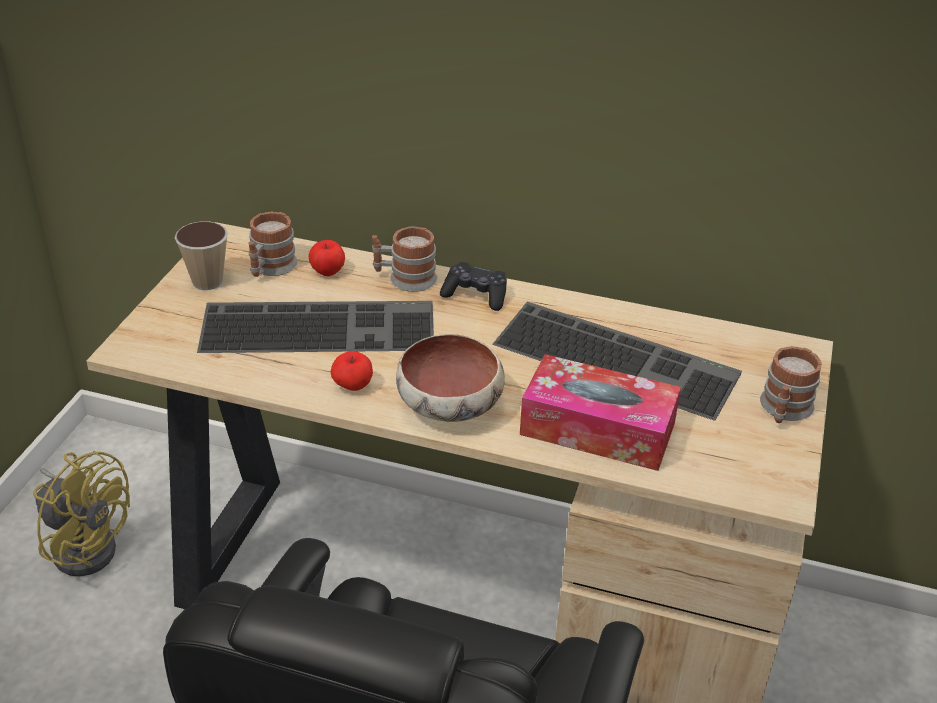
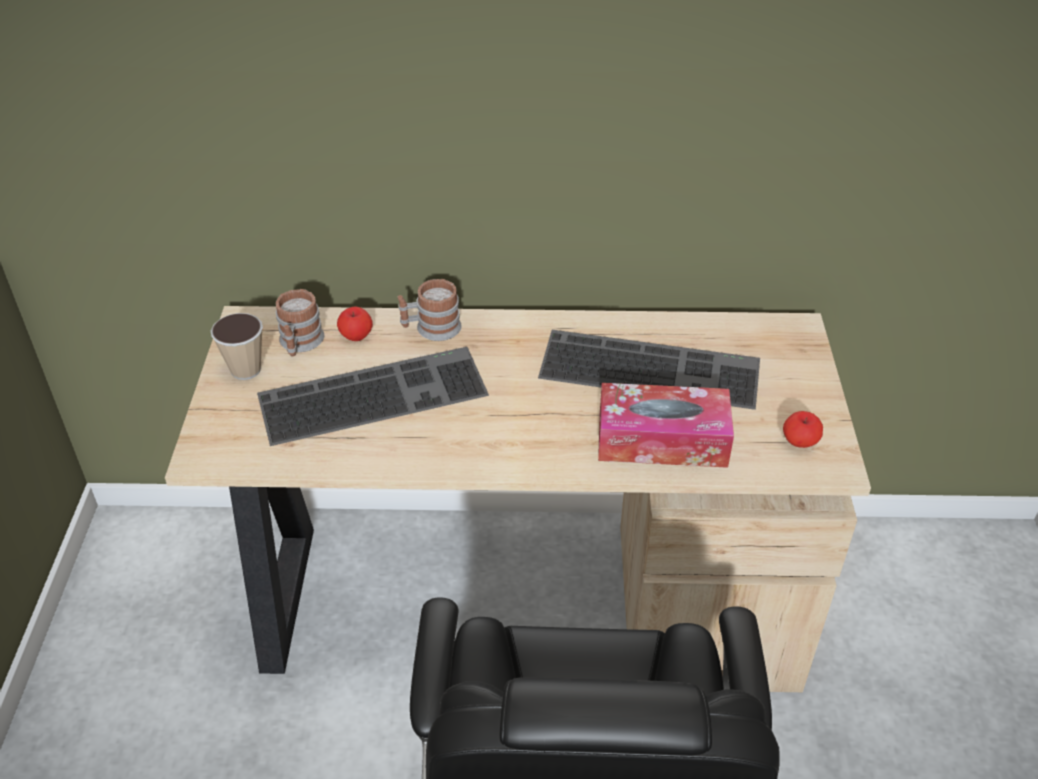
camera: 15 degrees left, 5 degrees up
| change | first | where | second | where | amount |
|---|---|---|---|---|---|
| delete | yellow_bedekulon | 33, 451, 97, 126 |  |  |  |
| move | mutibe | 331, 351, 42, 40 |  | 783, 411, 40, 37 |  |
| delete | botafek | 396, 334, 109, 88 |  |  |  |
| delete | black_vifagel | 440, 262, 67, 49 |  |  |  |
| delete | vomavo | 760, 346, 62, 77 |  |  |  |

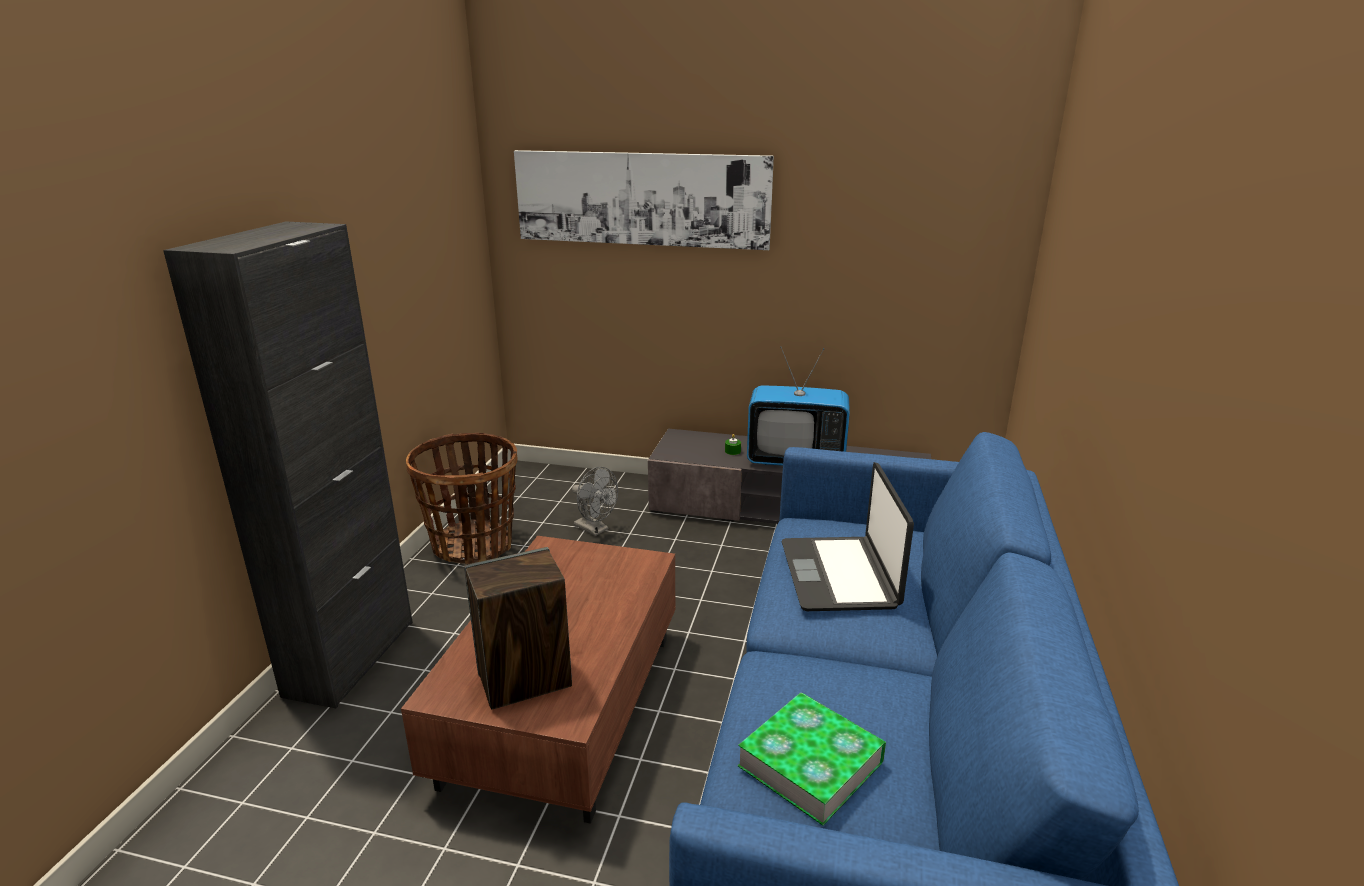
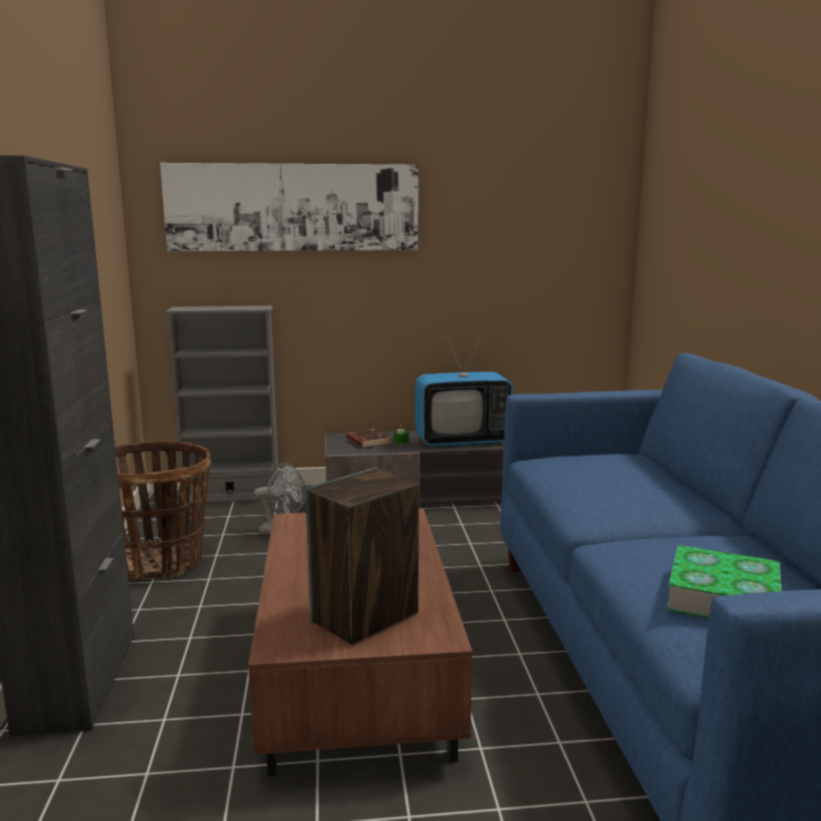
camera: 20 degrees left, 10 degrees down
| change | first | where | second | where | amount |
|---|---|---|---|---|---|
| delete | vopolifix | 782, 462, 132, 149 |  |  |  |
| insert |  |  | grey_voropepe | 165, 306, 114, 198 |  |
| insert |  |  | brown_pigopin | 347, 429, 43, 19 |  |

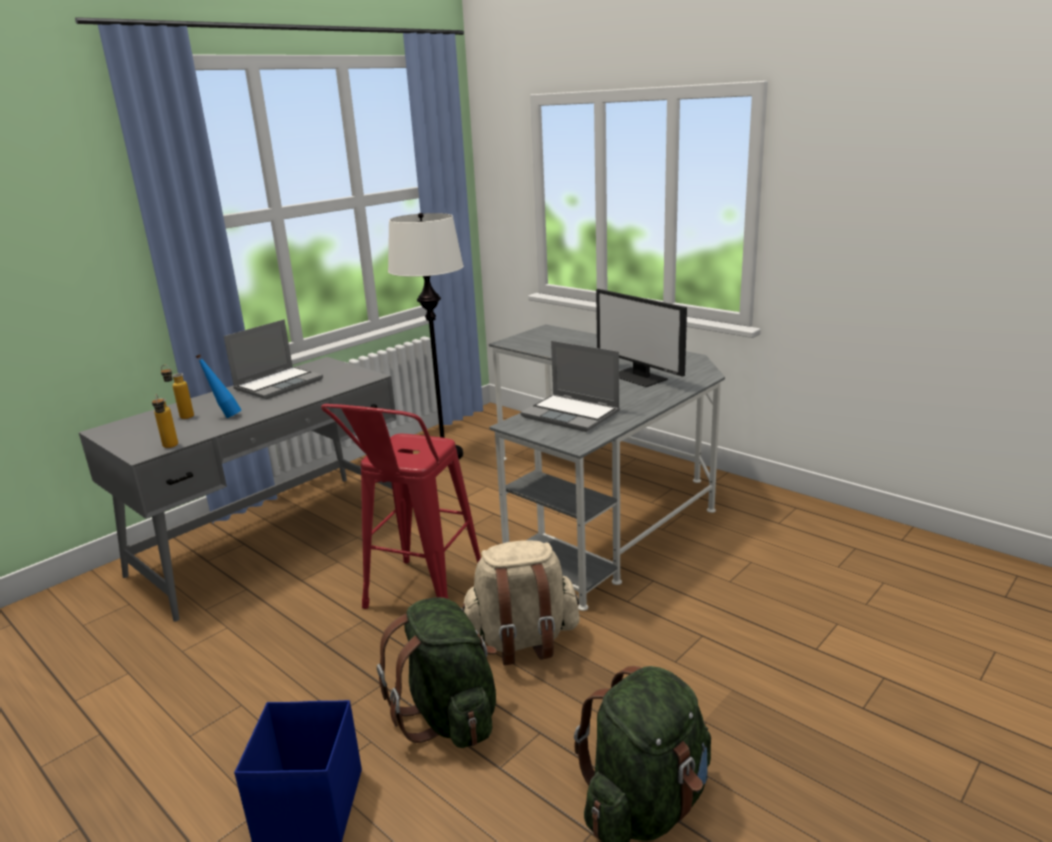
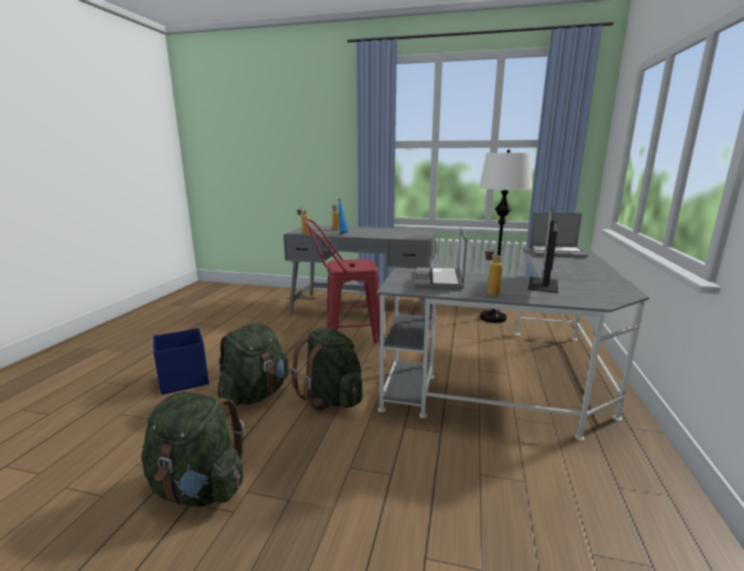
camera: 60 degrees right, 5 degrees down
| change | first | where | second | where | amount |
|---|---|---|---|---|---|
| move | vopolifix | 224, 319, 99, 80 |  | 529, 212, 59, 46 |  |
| recolor | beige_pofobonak | 462, 540, 118, 125 | green_pofobonak | 290, 328, 73, 82 |  |
| insert |  |  | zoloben | 485, 245, 17, 51 |  |

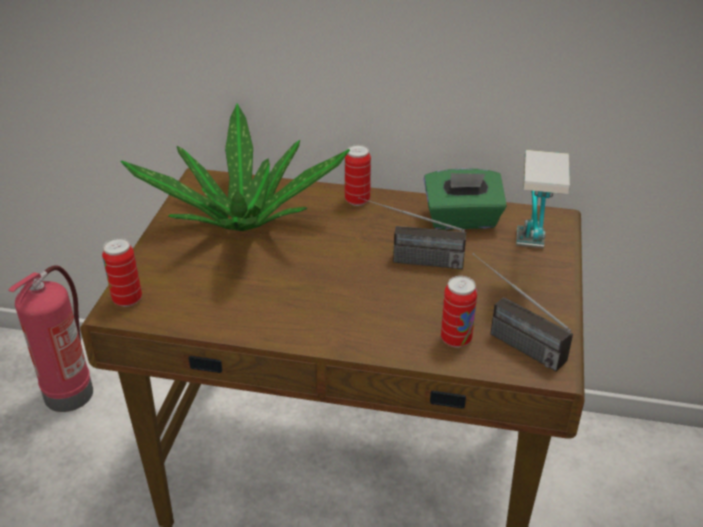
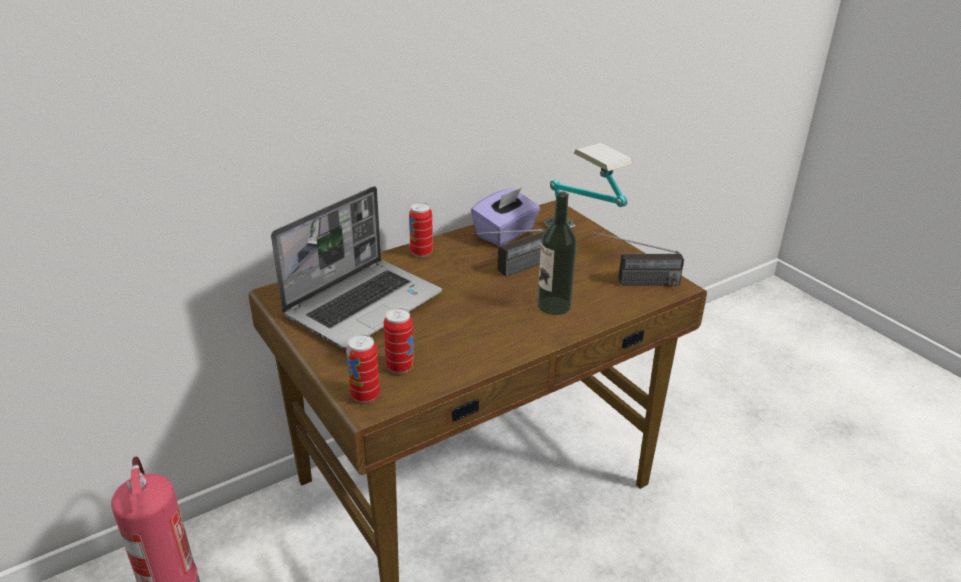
camera: 45 degrees left, 5 degrees down
| change | first | where | second | where | amount |
|---|---|---|---|---|---|
| replace | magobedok | 121, 103, 229, 128 | vopolifix | 271, 186, 171, 163 |  |
| recolor | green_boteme | 424, 168, 83, 62 | purple_boteme | 471, 188, 69, 58 |  |
| move | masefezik | 441, 276, 36, 72 |  | 384, 308, 30, 66 |  |
| insert |  |  | zoloben | 537, 192, 40, 123 |  |

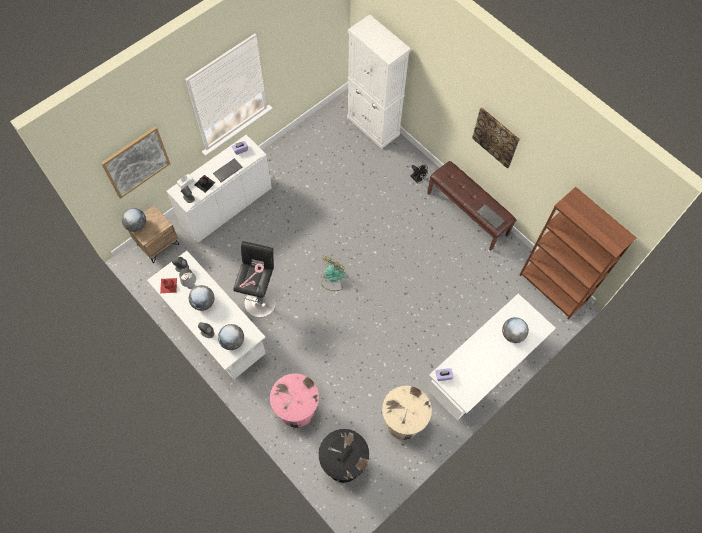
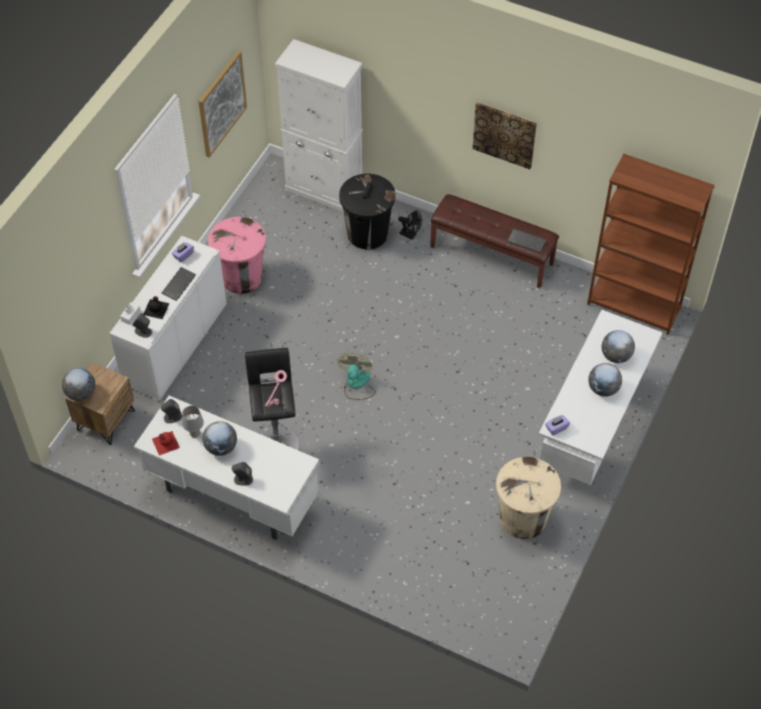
camera: 20 degrees left, 10 degrees down
| change | first | where | second | where | amount |
|---|---|---|---|---|---|
| move | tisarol | 101, 126, 69, 73 |  | 198, 51, 49, 107 |  |
| move | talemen | 218, 324, 26, 26 |  | 588, 363, 34, 34 |  |
| move | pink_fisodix | 270, 373, 49, 55 |  | 208, 217, 58, 77 |  |
| move | black_fisodix | 319, 429, 50, 54 |  | 339, 174, 57, 75 |  |

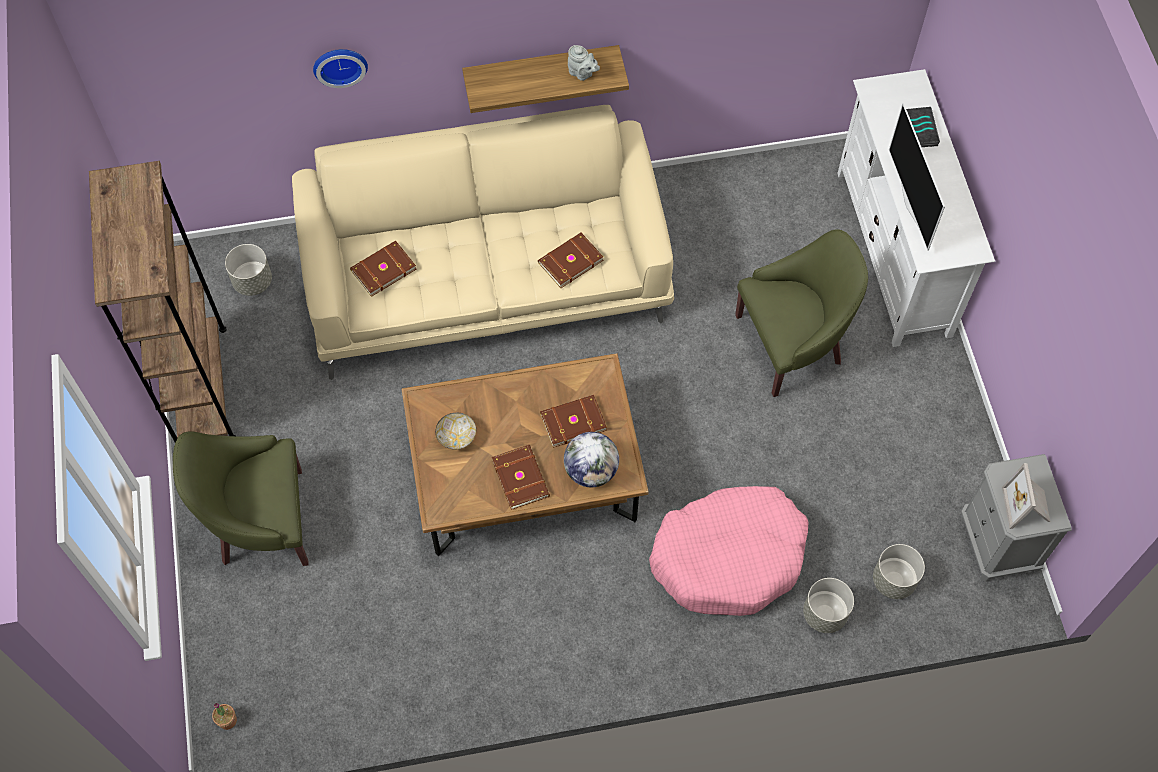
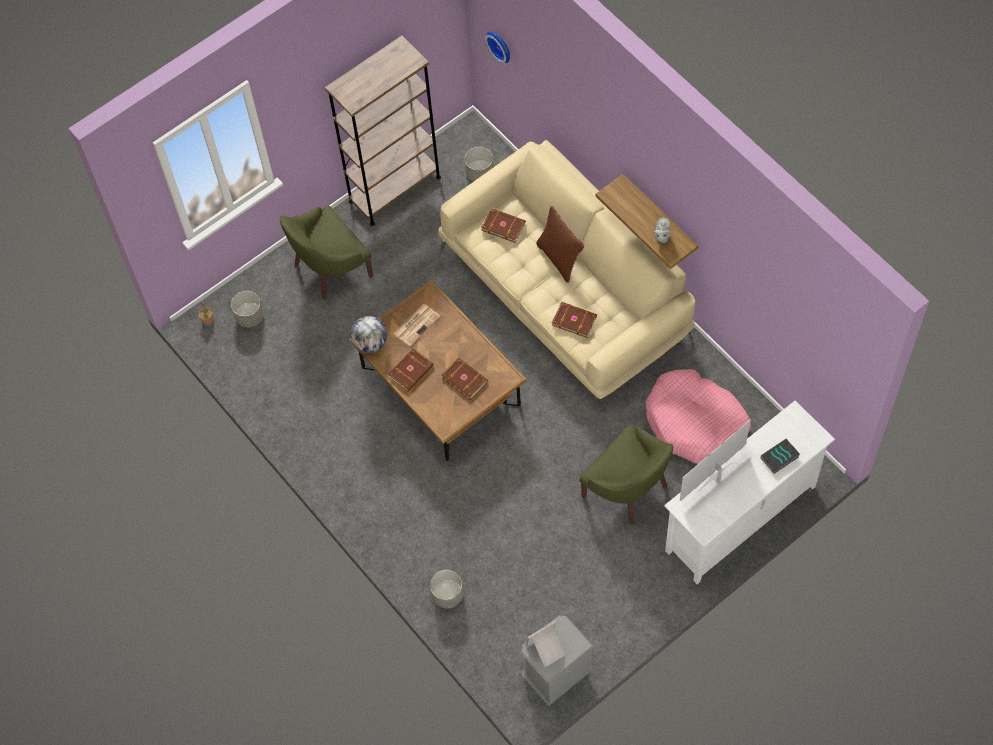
camera: 65 degrees right, 0 degrees up
| change | first | where | second | where | amount |
|---|---|---|---|---|---|
| rotate | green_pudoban | 173, 431, 136, 135 |  | 280, 206, 93, 94 | 90 degrees counterclockwise |
| move | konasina | 313, 49, 55, 39 |  | 485, 32, 25, 31 |  |
| replace | botafek | 435, 413, 42, 37 | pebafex | 394, 304, 46, 42 |  |
| move | talemen | 564, 432, 55, 55 |  | 350, 316, 37, 37 |  |
| move | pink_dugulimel | 649, 486, 160, 130 |  | 646, 369, 105, 95 |  |
| move | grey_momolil | 873, 544, 52, 55 |  | 231, 291, 33, 36 |  |
| insert |  |  | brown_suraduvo | 536, 206, 48, 77 |  |

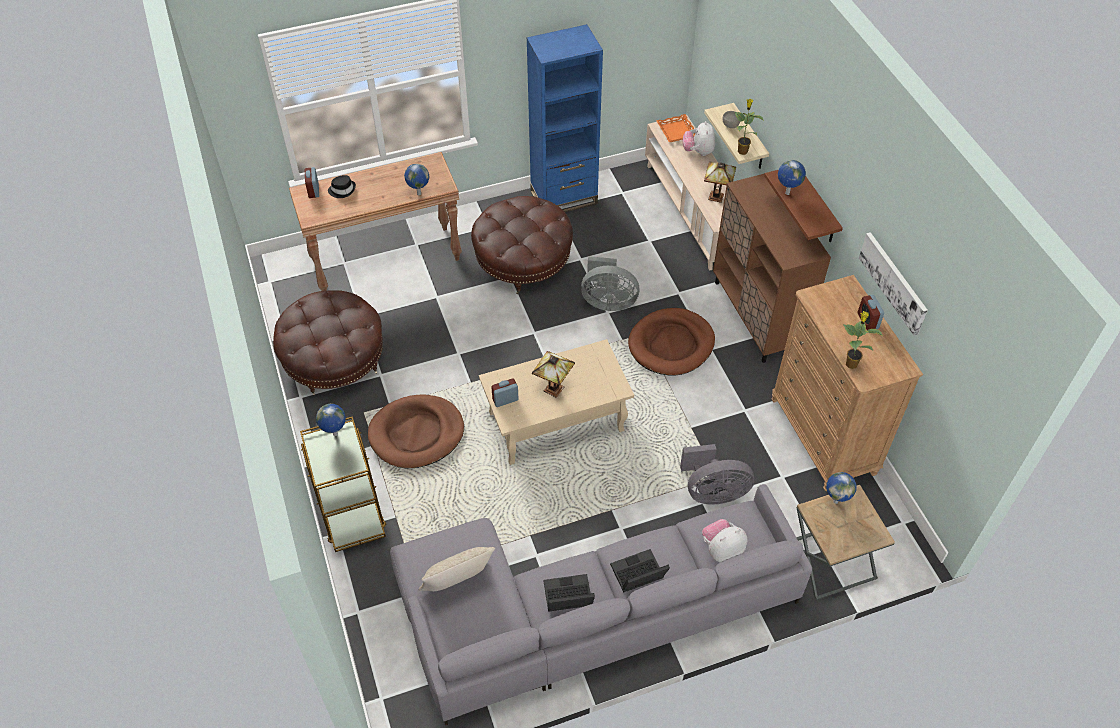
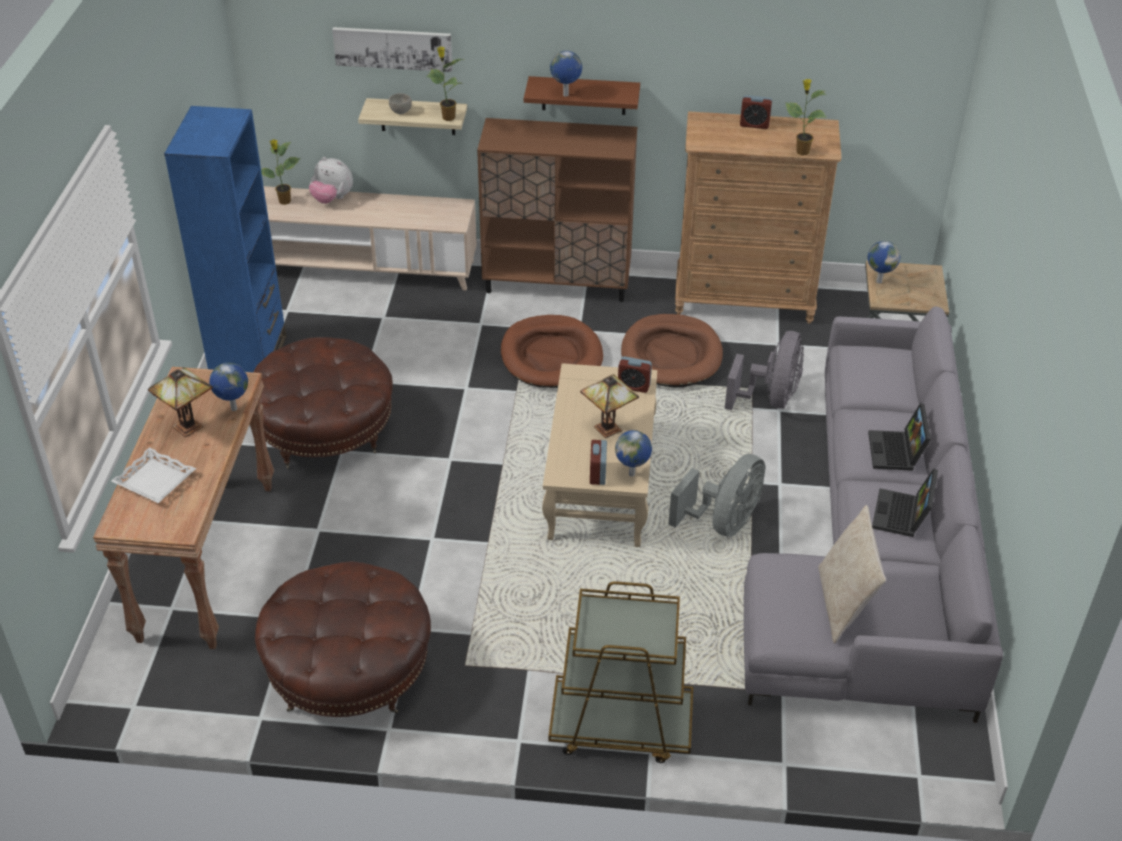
camera: 65 degrees left, 10 degrees down
| change | first | where | second | where | amount |
|---|---|---|---|---|---|
| move | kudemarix | 305, 167, 14, 31 |  | 618, 356, 34, 37 |  |
| move | talemen | 316, 404, 30, 32 |  | 615, 430, 37, 46 |  |
| replace | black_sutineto | 328, 175, 28, 23 | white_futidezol | 111, 447, 85, 56 |  |
| move | brown_dugulimel | 368, 395, 96, 73 |  | 621, 314, 102, 74 |  |
| move | grey_bedekulon | 581, 256, 59, 55 |  | 668, 454, 97, 83 |  |
| replace | orange_futidezol | 656, 114, 39, 28 | magobedok | 261, 140, 40, 65 |  |
| delete | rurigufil | 702, 519, 45, 43 |  |  |  |
| move | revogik | 704, 162, 32, 41 |  | 148, 367, 65, 70 |  |
| move | tisarol | 859, 232, 69, 104 |  | 332, 27, 121, 45 |  |

